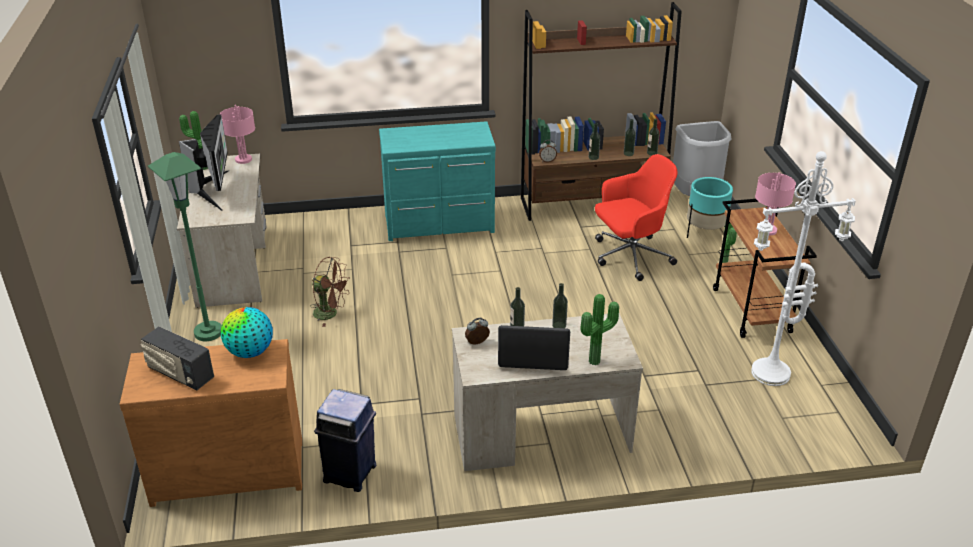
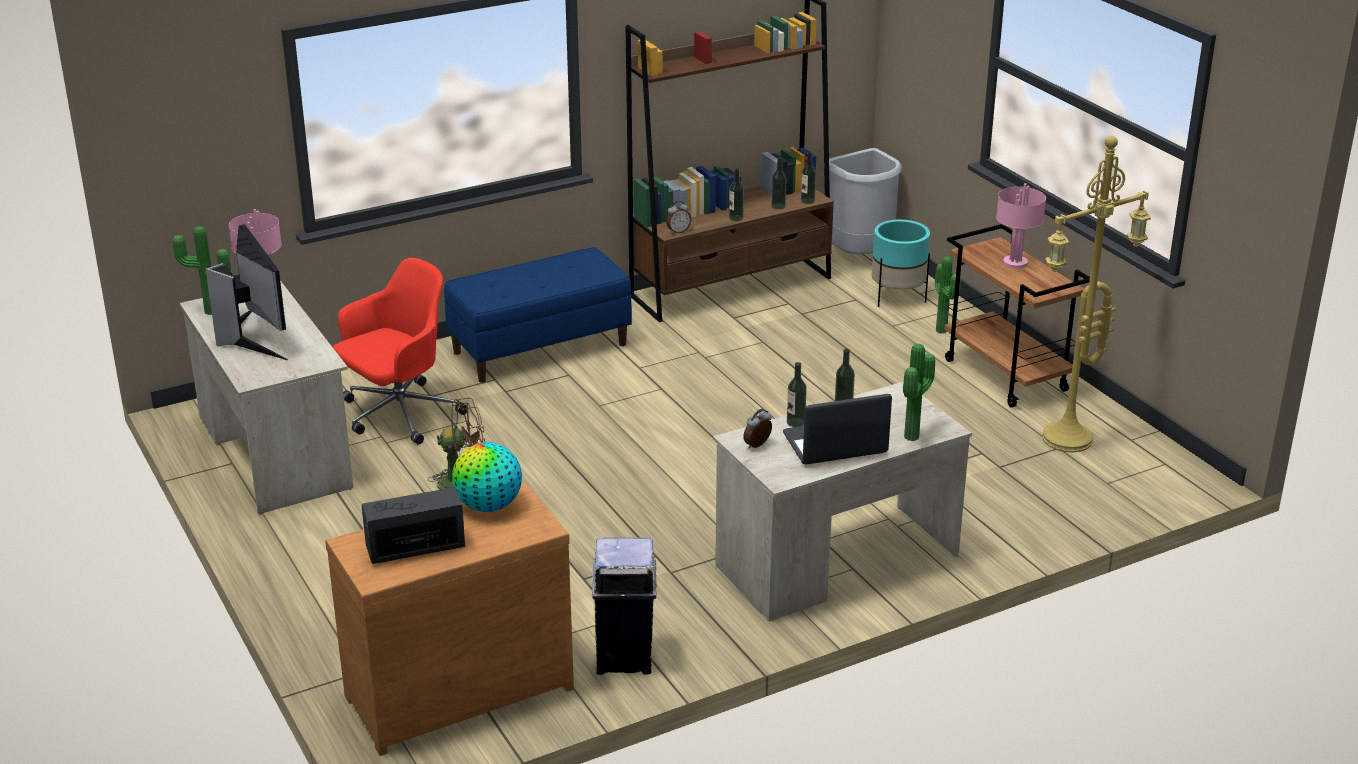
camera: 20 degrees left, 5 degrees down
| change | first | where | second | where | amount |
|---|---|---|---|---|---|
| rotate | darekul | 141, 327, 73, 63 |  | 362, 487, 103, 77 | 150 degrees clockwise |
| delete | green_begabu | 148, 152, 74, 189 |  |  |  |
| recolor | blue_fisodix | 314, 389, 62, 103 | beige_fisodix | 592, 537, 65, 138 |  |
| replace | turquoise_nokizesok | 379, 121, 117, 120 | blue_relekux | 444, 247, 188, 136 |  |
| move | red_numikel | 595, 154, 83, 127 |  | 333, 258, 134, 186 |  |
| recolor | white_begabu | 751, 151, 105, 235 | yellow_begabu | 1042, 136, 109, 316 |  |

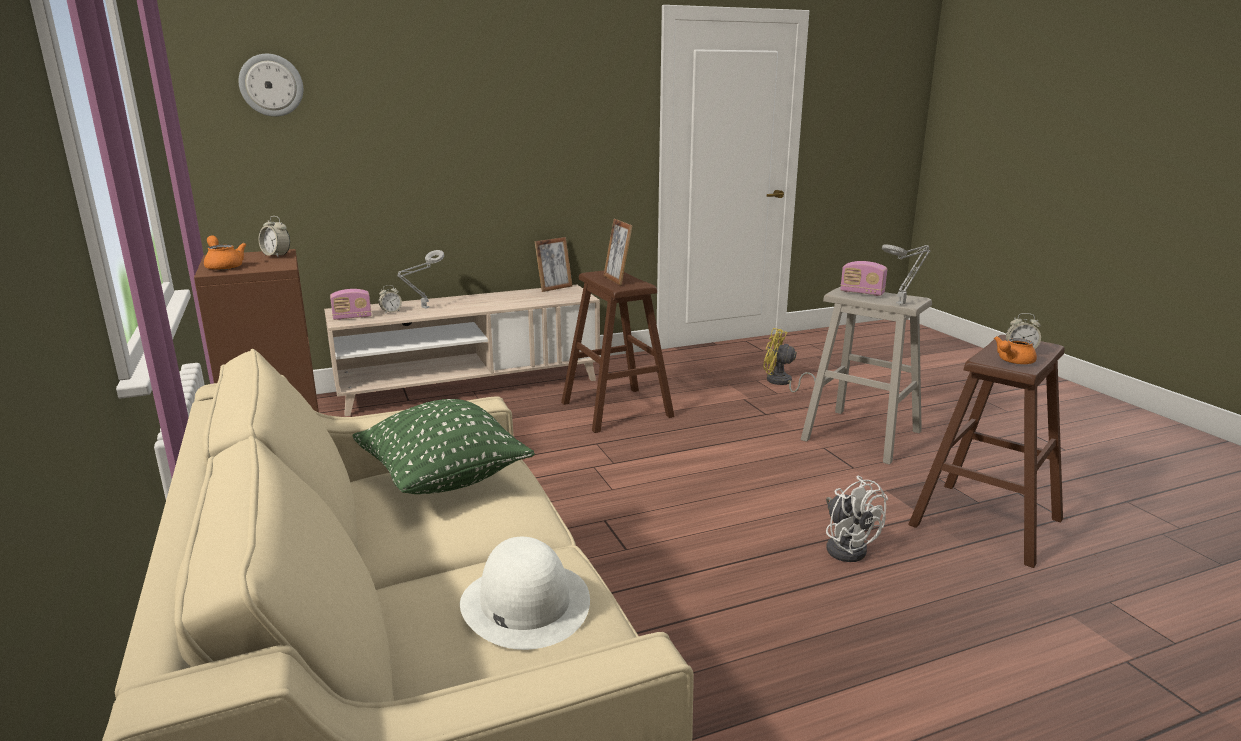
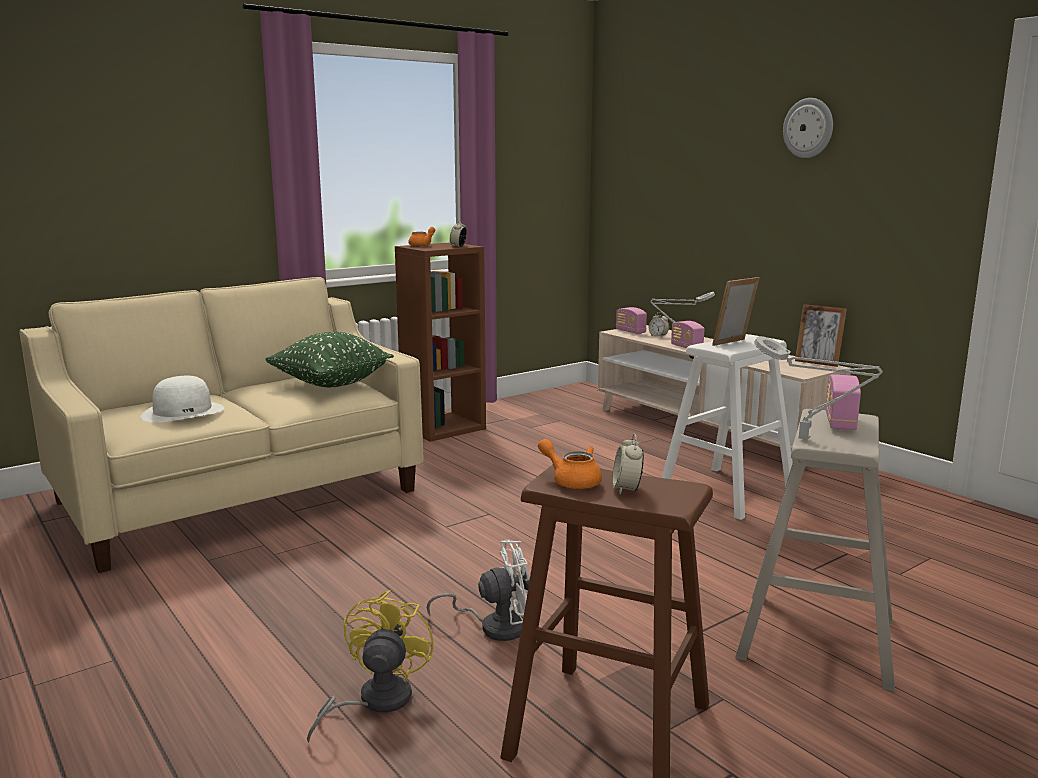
camera: 75 degrees right, 5 degrees down
| change | first | where | second | where | amount |
|---|---|---|---|---|---|
| move | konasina | 239, 54, 64, 63 |  | 783, 98, 50, 60 |  |
| recolor | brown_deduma | 561, 271, 114, 162 | white_deduma | 661, 334, 131, 186 |  |
| move | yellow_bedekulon | 763, 328, 53, 65 |  | 307, 590, 127, 153 |  |
| rotate | white_bedekulon | 826, 476, 62, 86 |  | 427, 540, 102, 101 | 150 degrees counterclockwise |
| insert |  |  | darekul | 671, 321, 34, 27 |  |

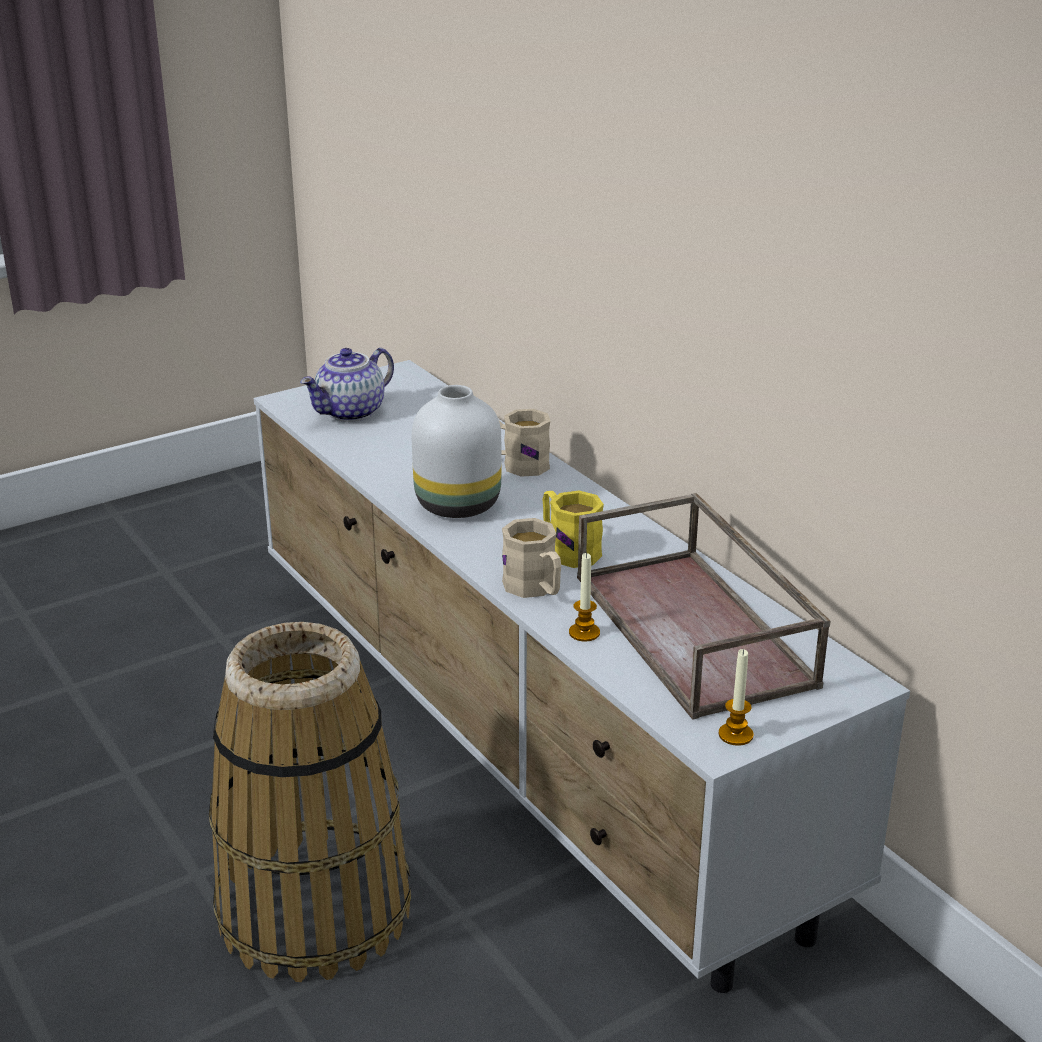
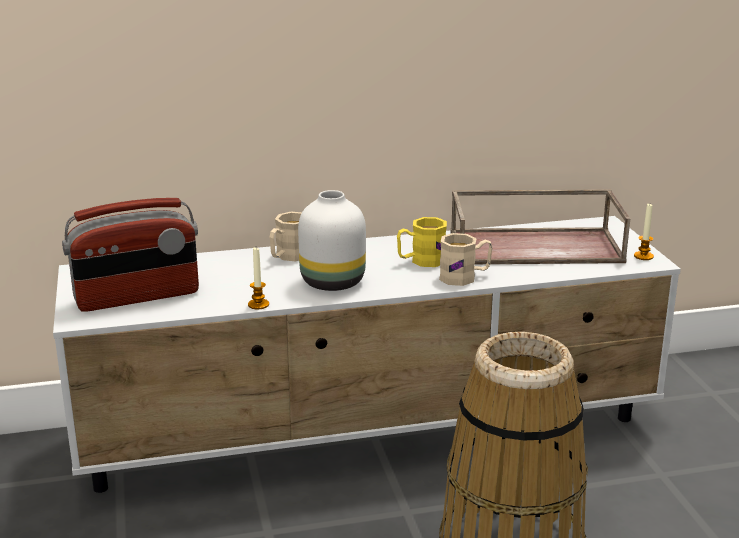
camera: 70 degrees left, 5 degrees down
| change | first | where | second | where | amount |
|---|---|---|---|---|---|
| replace | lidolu | 300, 348, 94, 74 | darekul | 62, 198, 137, 114 |  |
| move | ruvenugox | 569, 552, 31, 90 |  | 248, 247, 21, 62 |  |

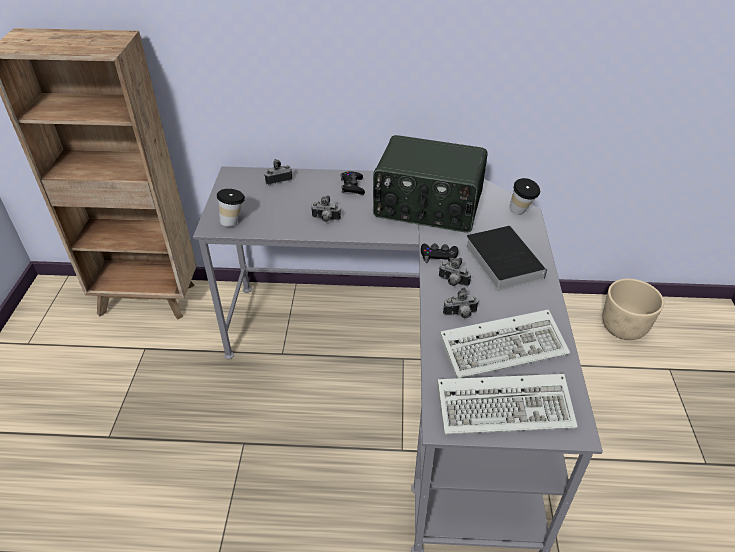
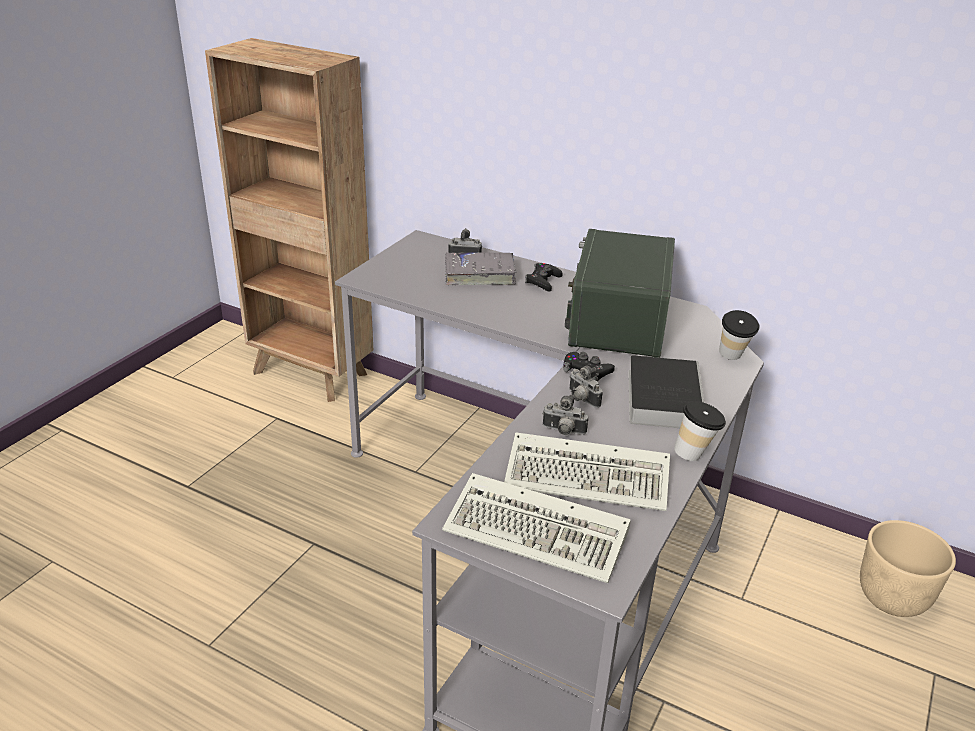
camera: 25 degrees right, 10 degrees down
| change | first | where | second | where | amount |
|---|---|---|---|---|---|
| move | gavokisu | 217, 189, 28, 38 |  | 674, 401, 52, 60 |  |
| delete | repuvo | 311, 195, 30, 27 |  |  |  |
| rotate | darekul | 373, 135, 115, 98 |  | 565, 229, 110, 129 | 60 degrees clockwise |
| insert |  |  | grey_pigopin | 445, 252, 71, 33 |  |

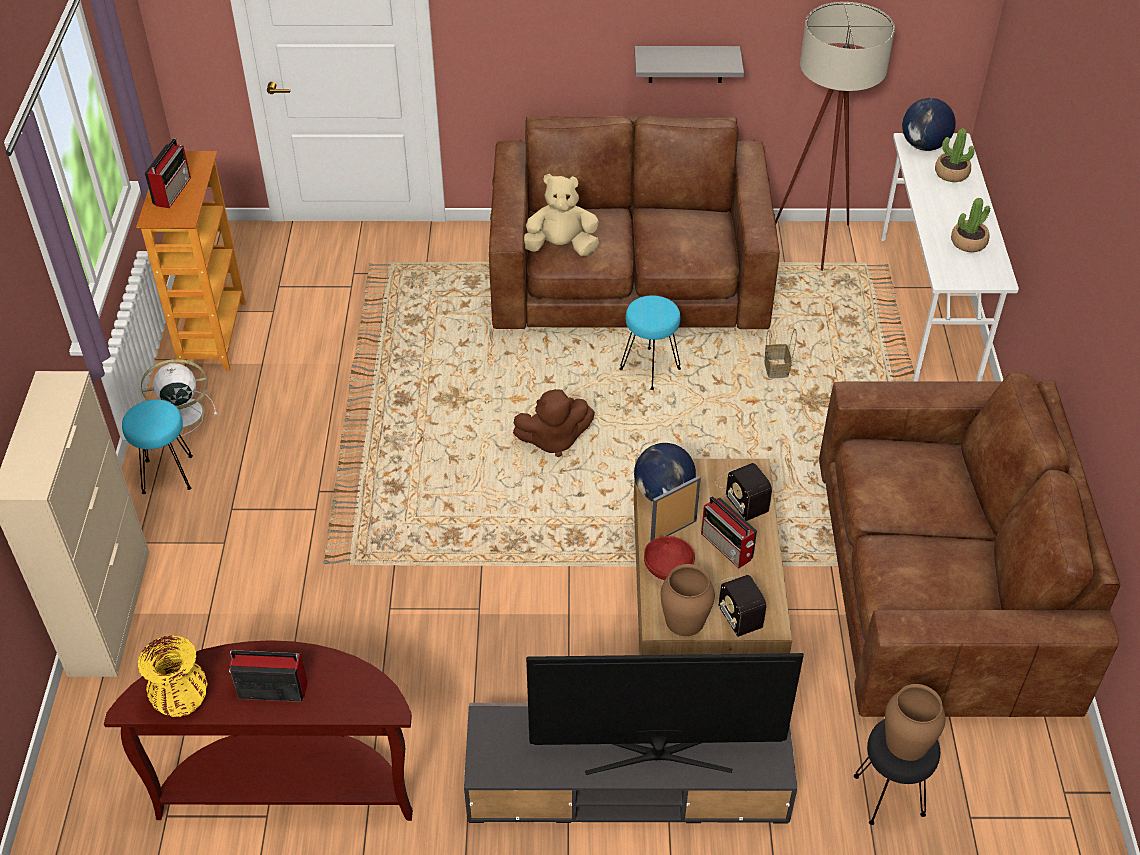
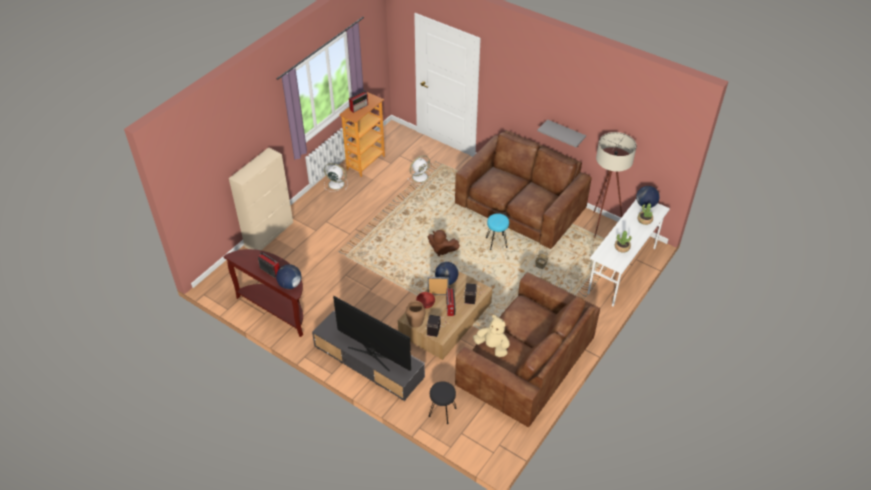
camera: 35 degrees right, 0 degrees up
| change | first | where | second | where | amount |
|---|---|---|---|---|---|
| delete | turquoise_deduma | 122, 400, 71, 94 |  |  |  |
| delete | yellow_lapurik | 138, 635, 70, 82 |  |  |  |
| move | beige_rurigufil | 524, 174, 75, 82 |  | 473, 315, 37, 42 |  |
| delete | brown_lapurik | 885, 684, 60, 77 |  |  |  |
| insert |  |  | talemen | 276, 264, 25, 25 |  |
| insert |  |  | white_bedekulon | 408, 155, 24, 30 |  |

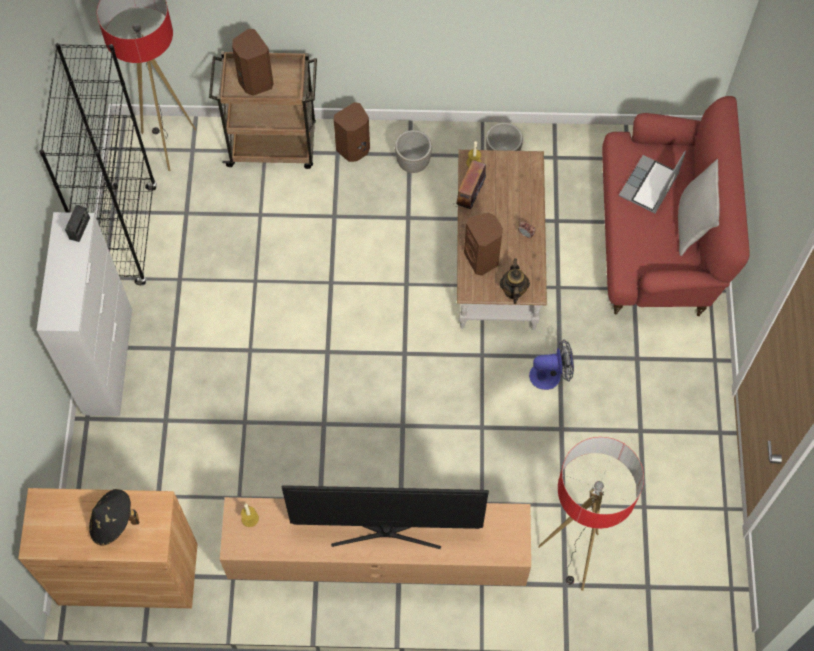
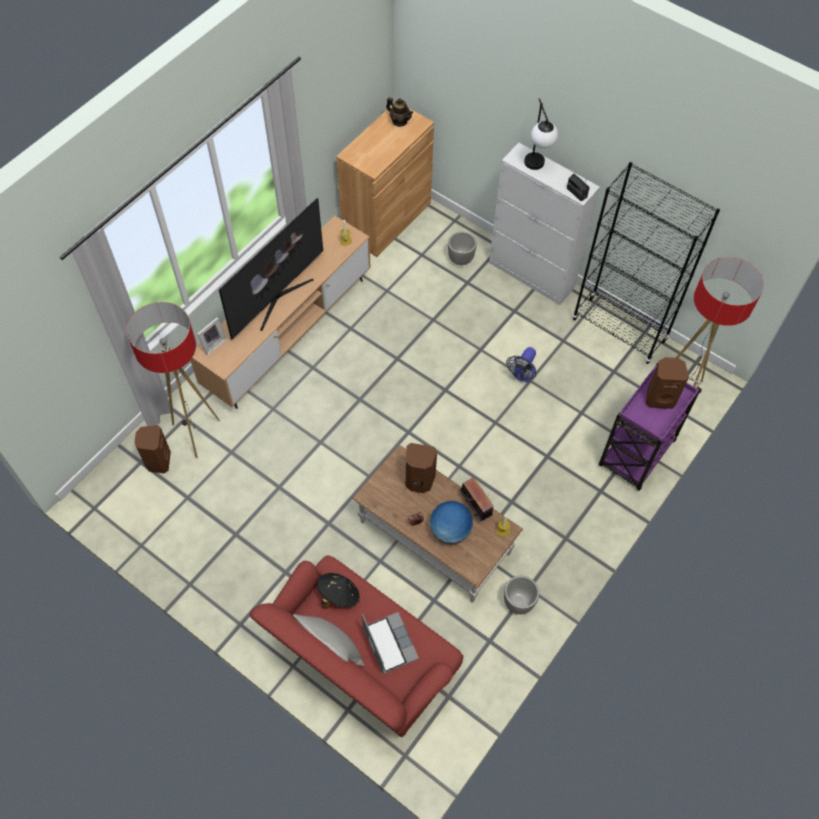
camera: 125 degrees right, 5 degrees down
| change | first | where | second | where | amount |
|---|---|---|---|---|---|
| move | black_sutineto | 89, 489, 50, 56 |  | 317, 573, 43, 35 |  |
| recolor | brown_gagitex | 209, 51, 108, 118 | purple_gagitex | 599, 362, 102, 128 |  |
| move | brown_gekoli | 334, 102, 36, 60 |  | 134, 425, 37, 48 |  |
| move | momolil | 395, 130, 37, 43 |  | 448, 232, 29, 33 |  |
| move | lidolu | 500, 259, 30, 45 |  | 386, 97, 27, 29 |  |
| move | bedekulon | 529, 340, 45, 50 |  | 506, 347, 30, 35 |  |
| insert |  |  | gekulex | 197, 317, 29, 38 |  |
| insert |  |  | talemen | 430, 501, 43, 43 |  |
| insert |  |  | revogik | 524, 98, 34, 72 |  |

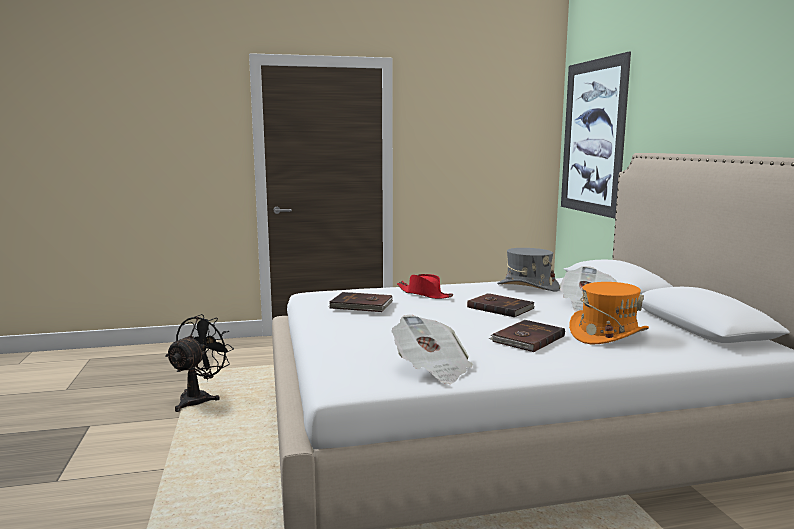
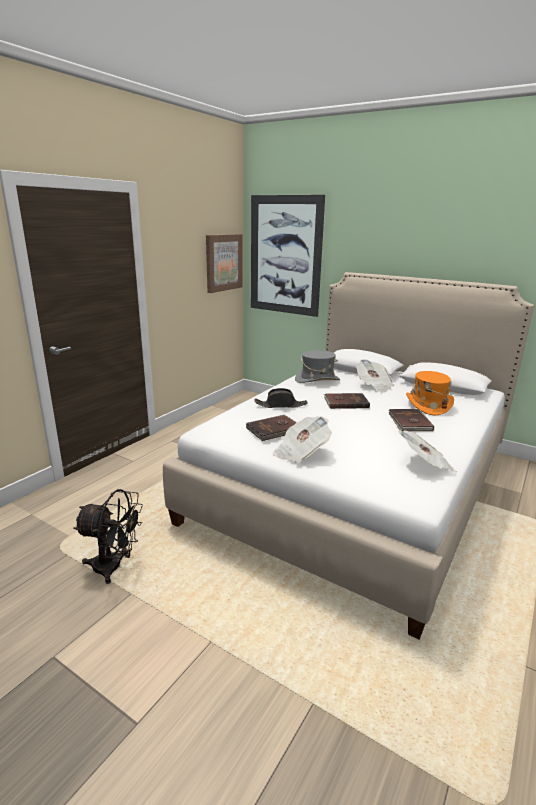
camera: 45 degrees left, 10 degrees up
| change | first | where | second | where | amount |
|---|---|---|---|---|---|
| rotate | black_bedekulon | 165, 314, 69, 98 |  | 74, 489, 69, 95 | 120 degrees clockwise |
| recolor | red_sutineto | 397, 274, 56, 25 | black_sutineto | 254, 388, 54, 20 |  |
| insert |  |  | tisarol | 206, 234, 37, 59 |  |
| insert |  |  | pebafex | 273, 416, 59, 47 |  |

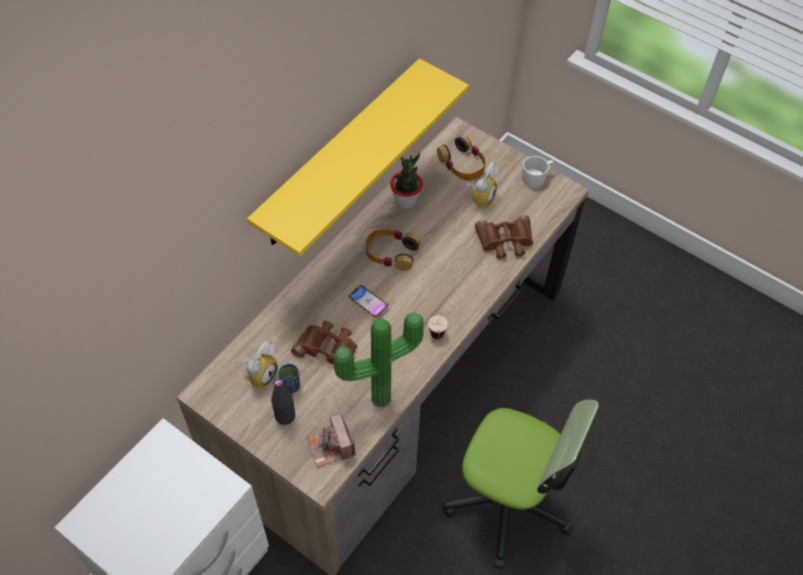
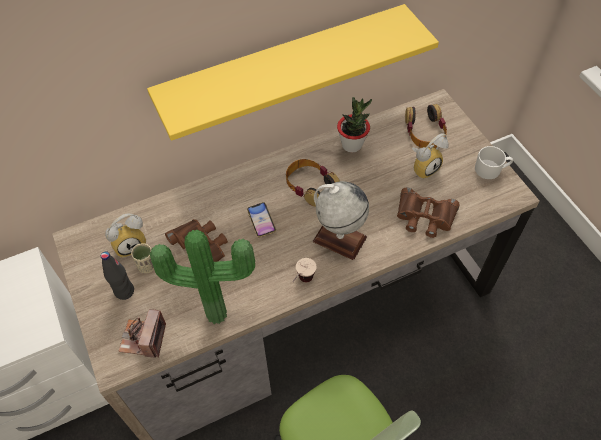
camera: 30 degrees right, 0 degrees up
| change | first | where | second | where | amount |
|---|---|---|---|---|---|
| recolor | blue_gavokisu | 279, 364, 21, 29 | beige_gavokisu | 131, 243, 23, 30 |  |
| insert |  |  | talemen | 313, 181, 56, 79 |  |

